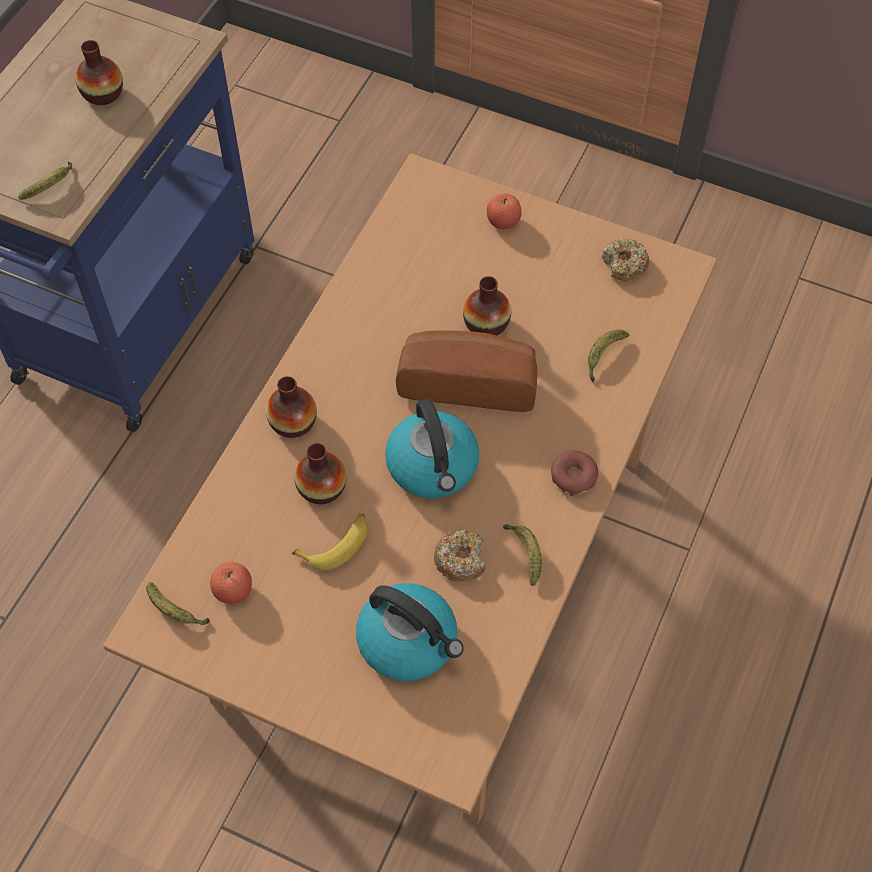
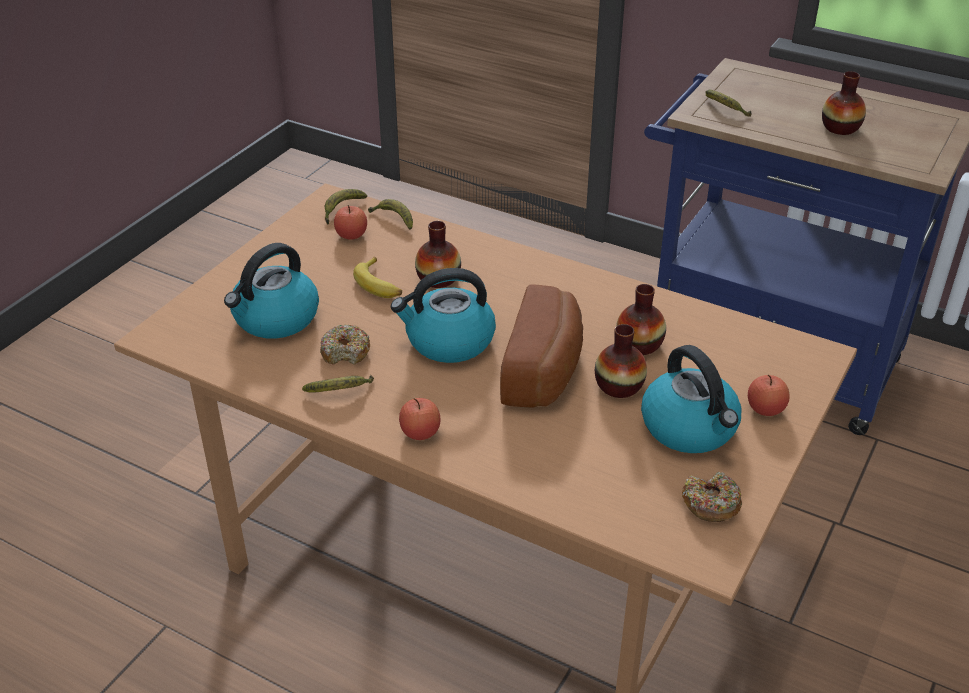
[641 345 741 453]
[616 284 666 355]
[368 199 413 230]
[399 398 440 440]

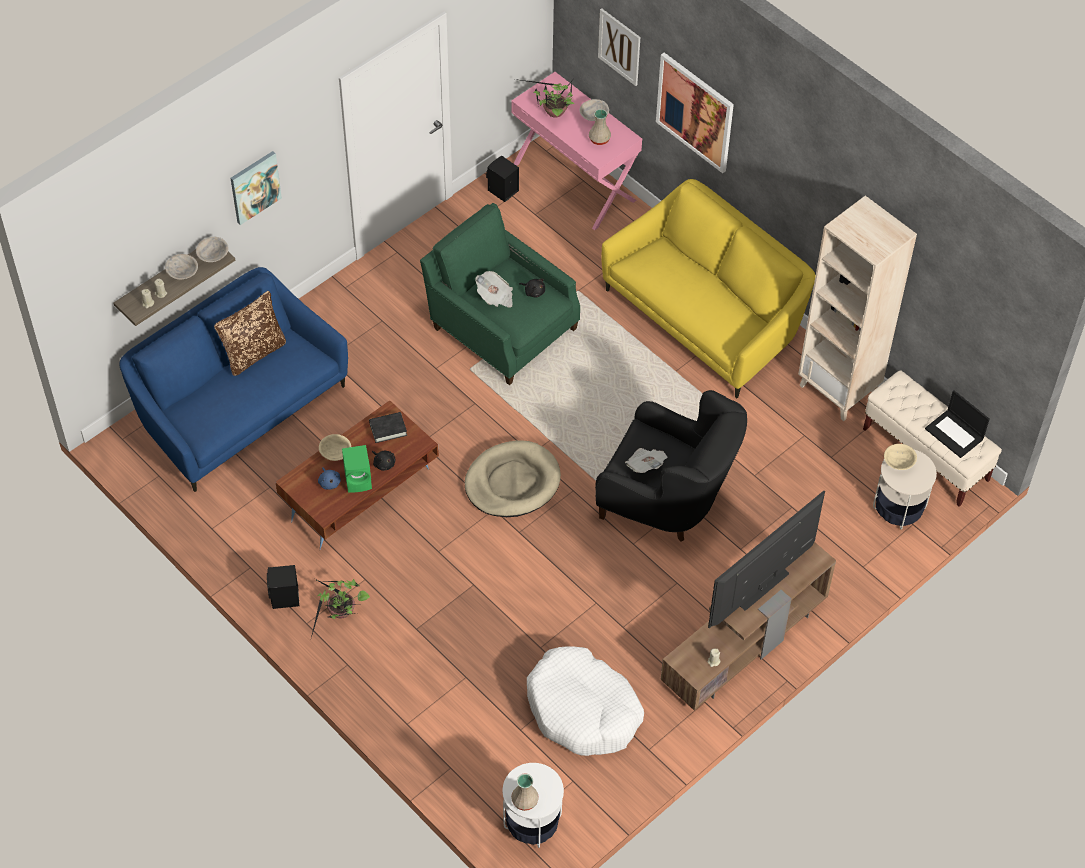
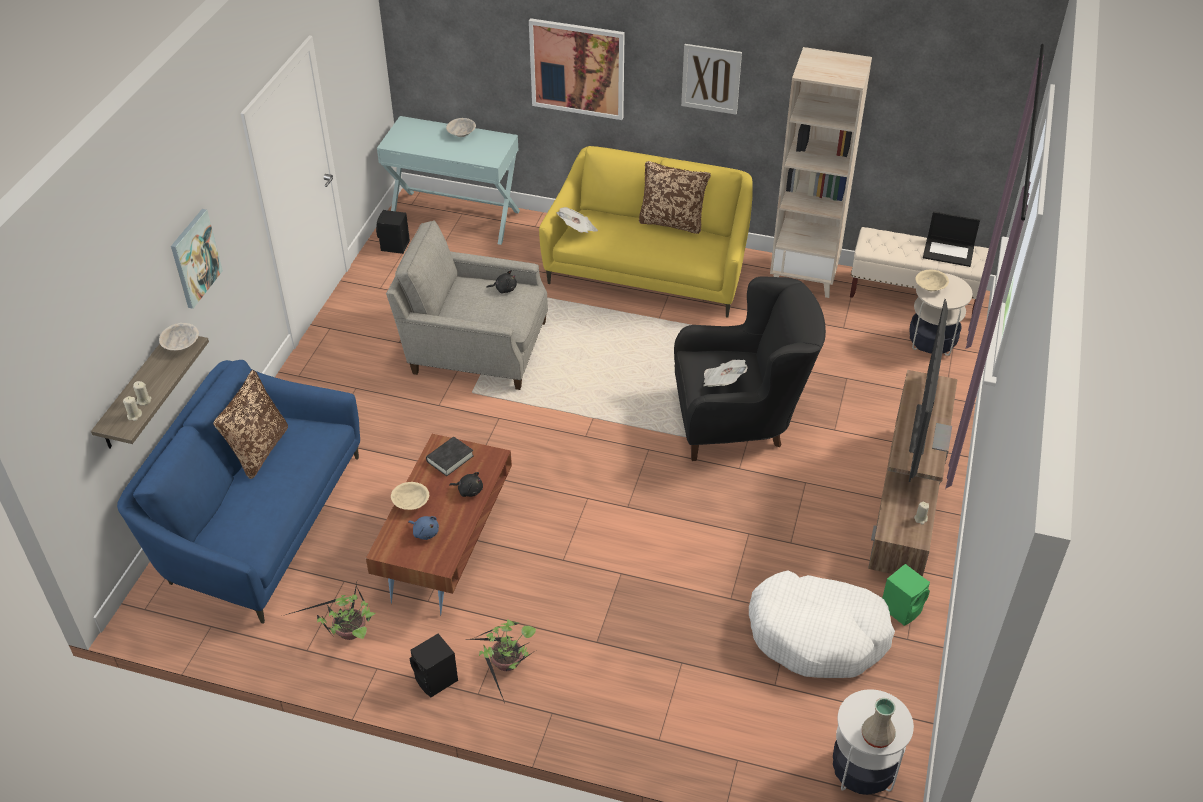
[165 254 198 279] (first image)
[465 440 561 517] (first image)
[589 109 611 145] (first image)
[639 161 711 234]
[882 564 930 626]
[556 207 598 233]
[286 583 376 640]
[681 44 742 115]
[386 220 548 390]
[377 116 520 245]

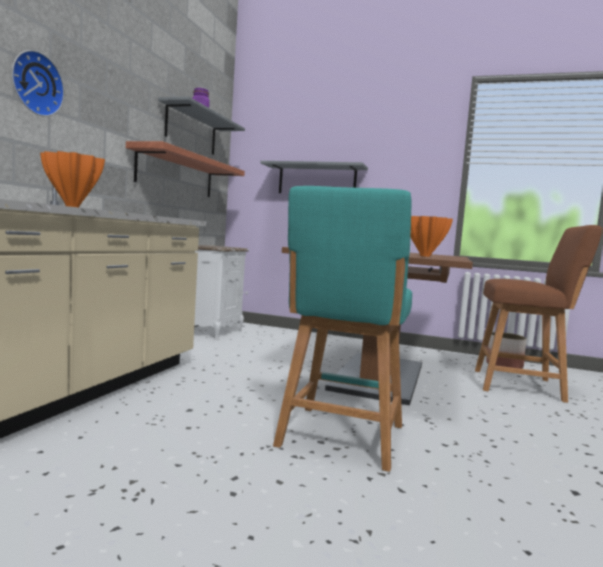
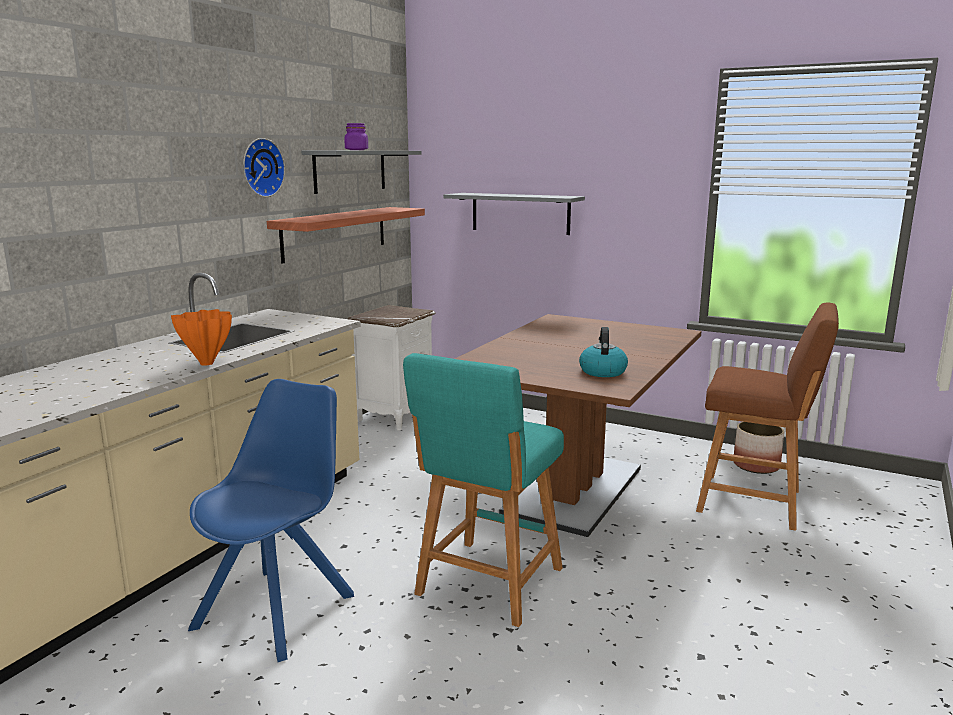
[188 379 354 662]
[243 138 285 197]
[579 327 628 377]

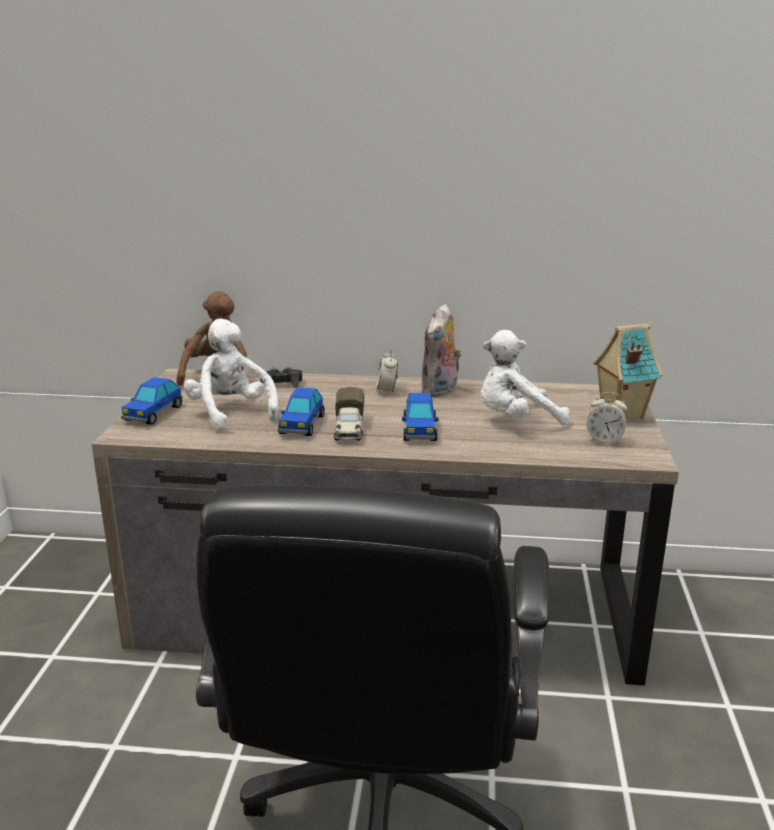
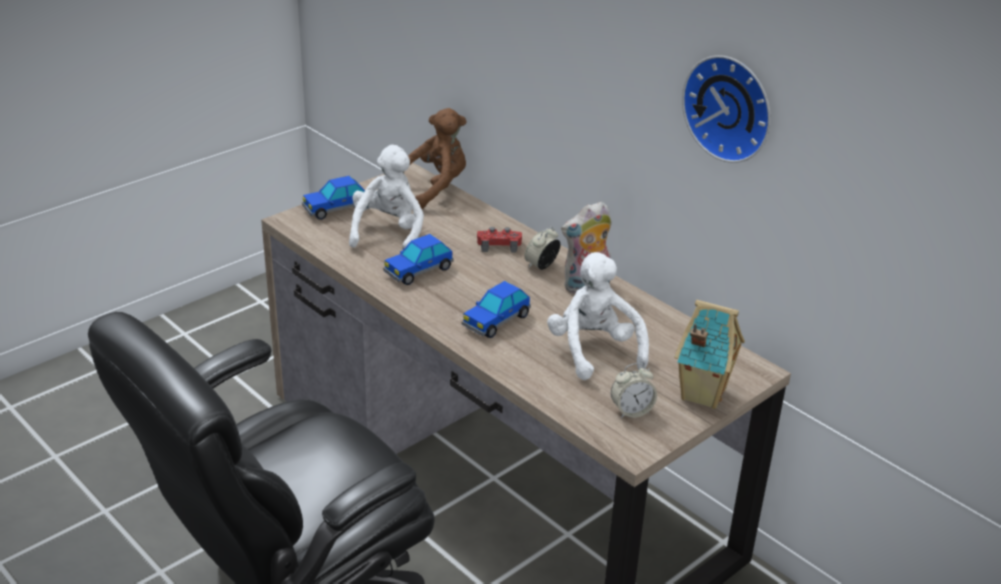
[260 367 302 388] (first image)
[334 387 364 441] (first image)
[477 227 522 252]
[682 55 771 163]
[547 252 649 380]
[611 363 657 418]

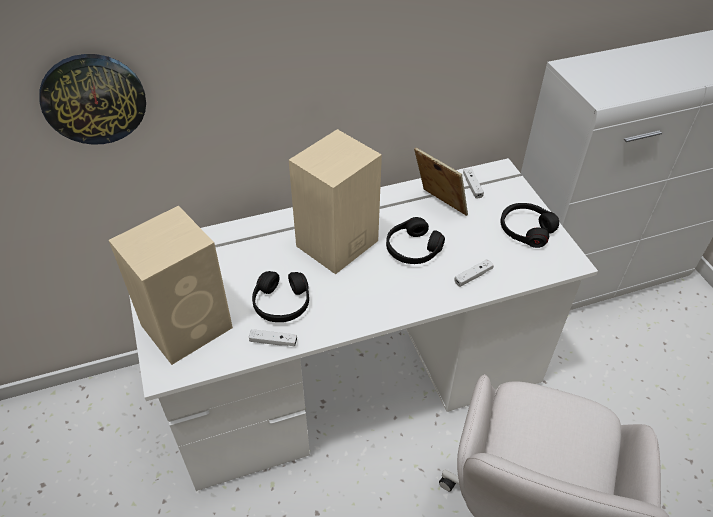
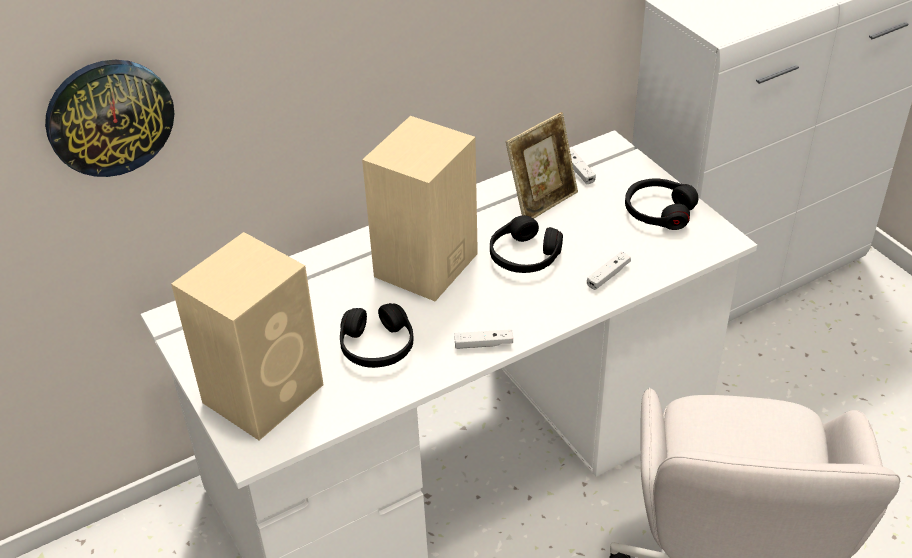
[454 329 513 349]
[506 112 578 219]

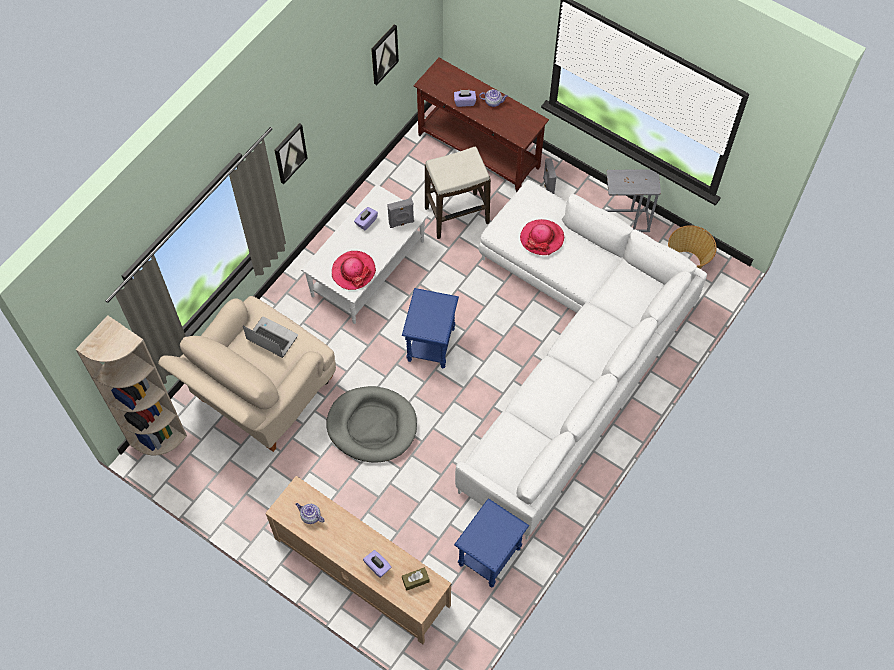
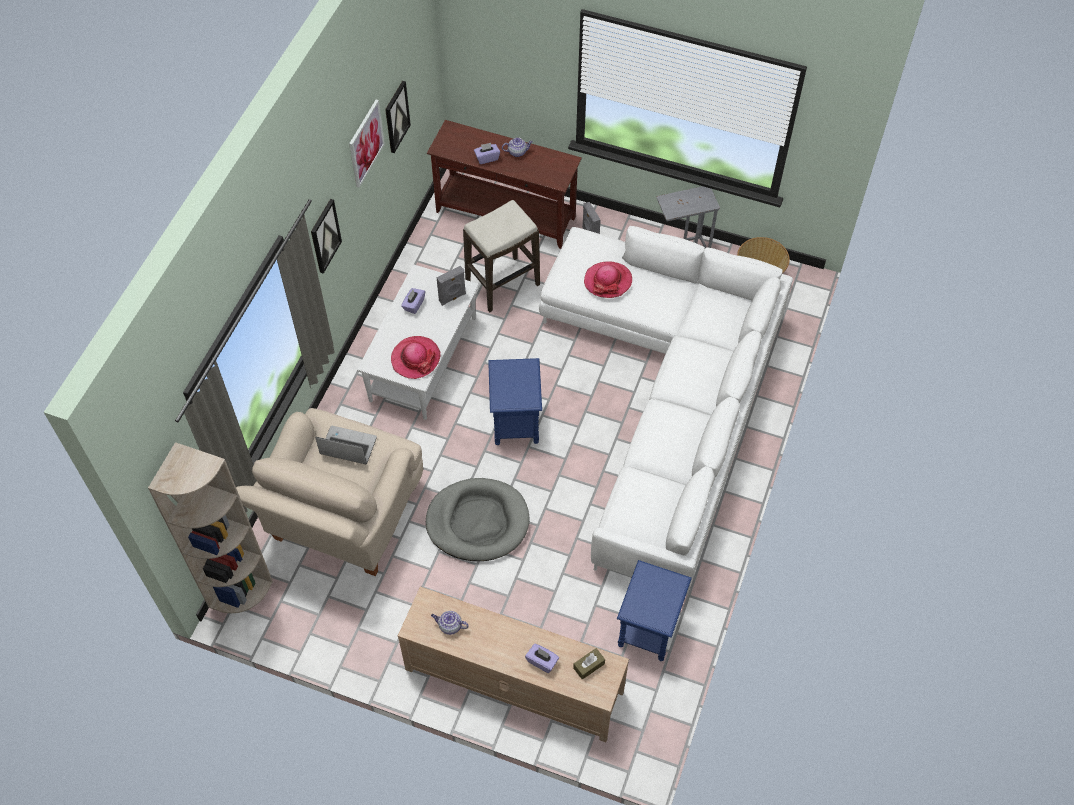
[349 100 385 188]

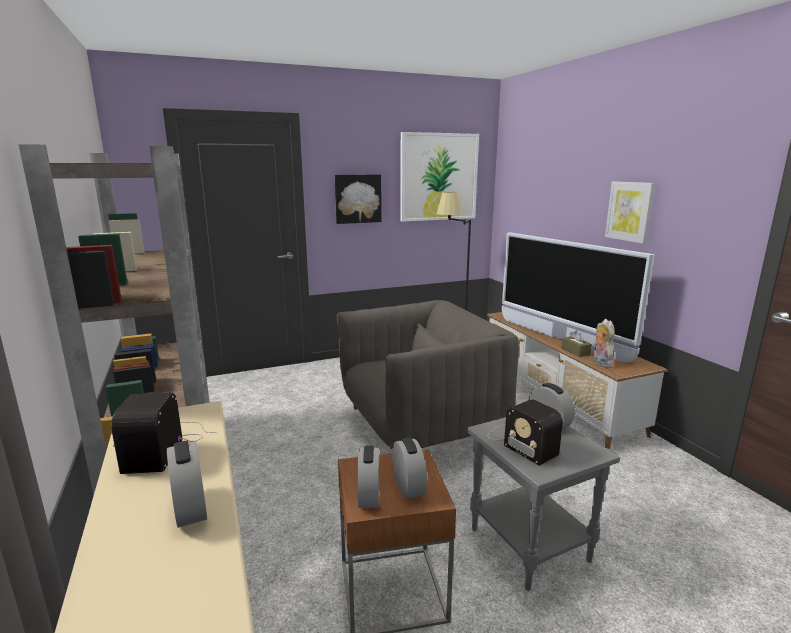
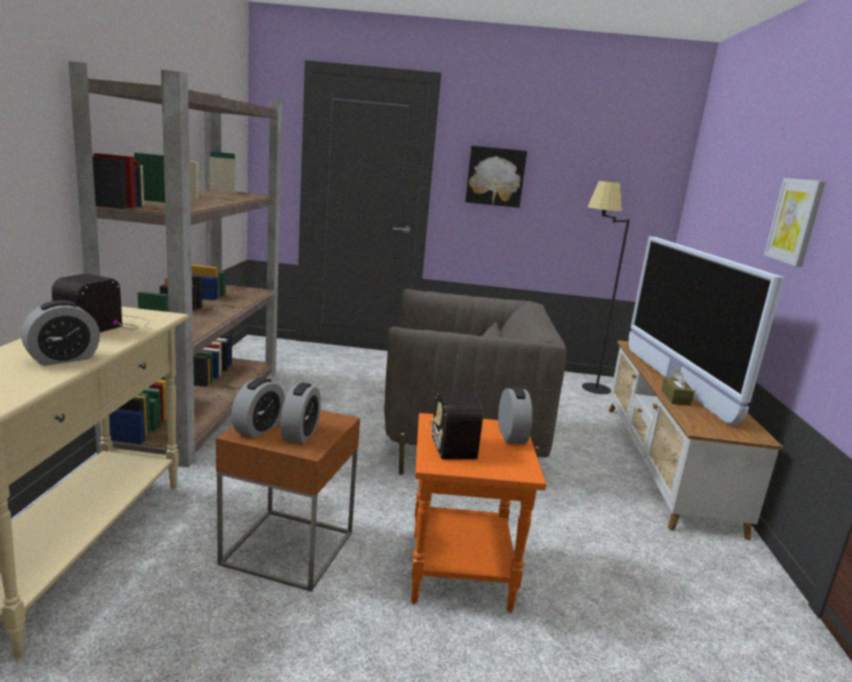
[400 132 479 222] (first image)
[594 319 615 368] (first image)
[411 413 546 612]
[21 300 100 366]

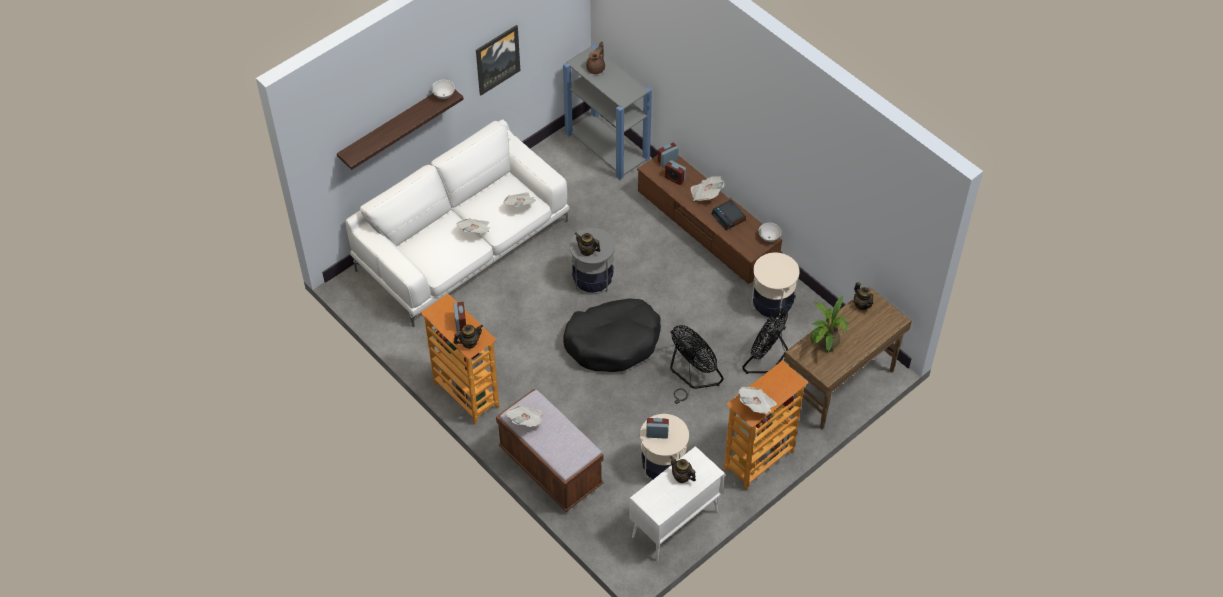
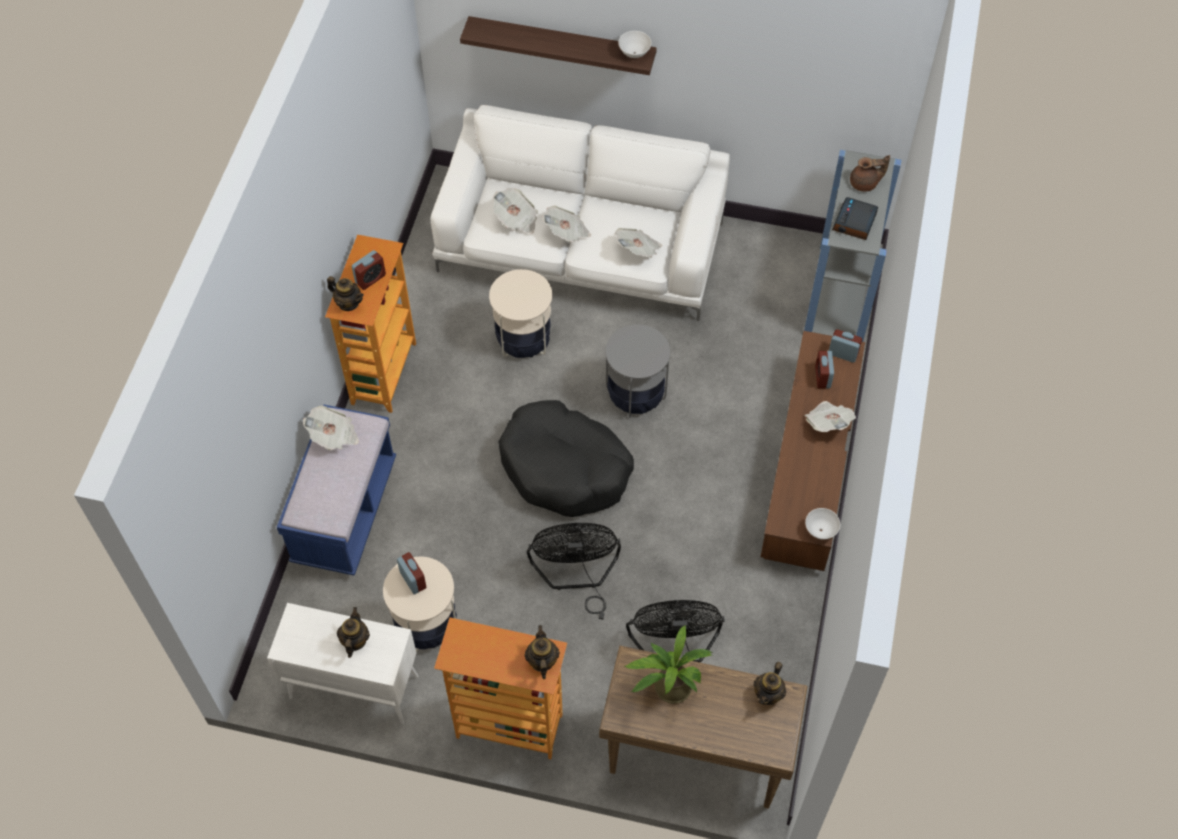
[476 25 520 95] (first image)
[525 625 560 679]
[832 197 878 240]
[493 188 538 234]
[489 269 552 358]
[277 404 396 576]
[527 523 621 621]

